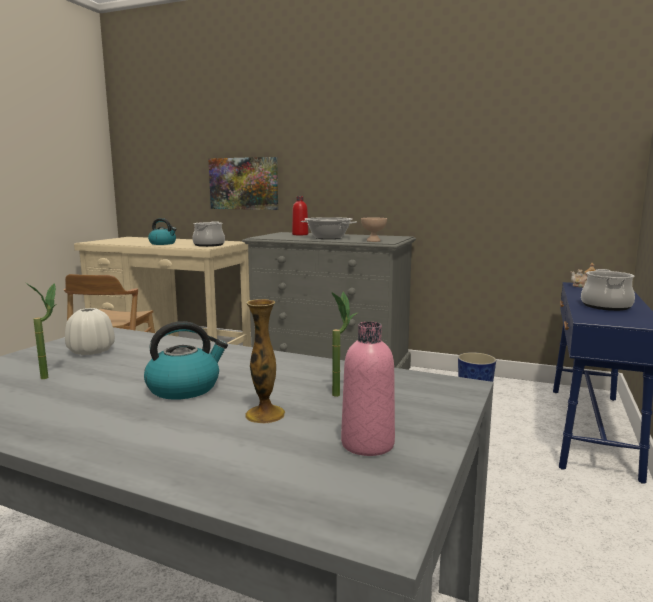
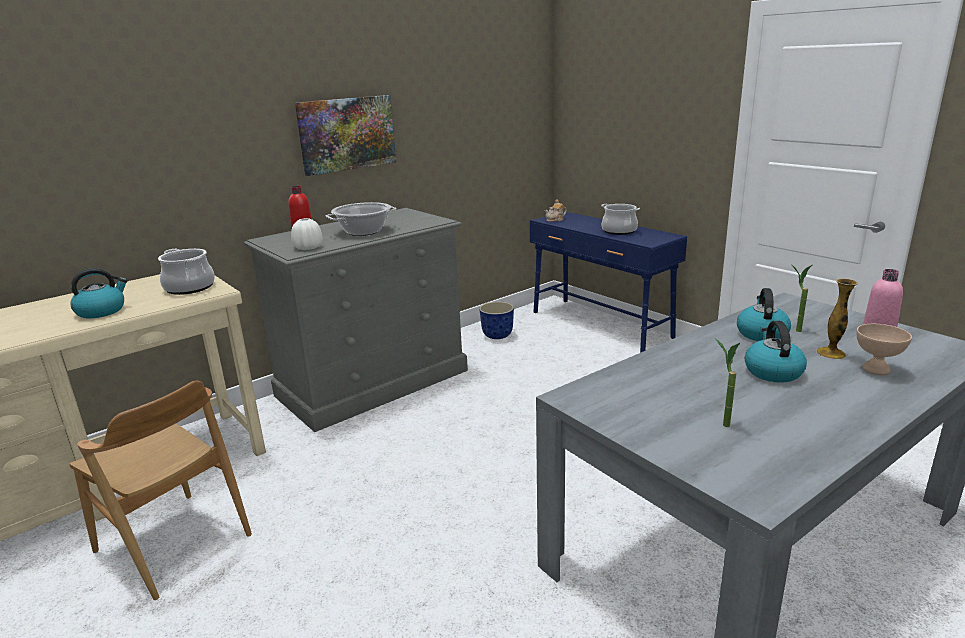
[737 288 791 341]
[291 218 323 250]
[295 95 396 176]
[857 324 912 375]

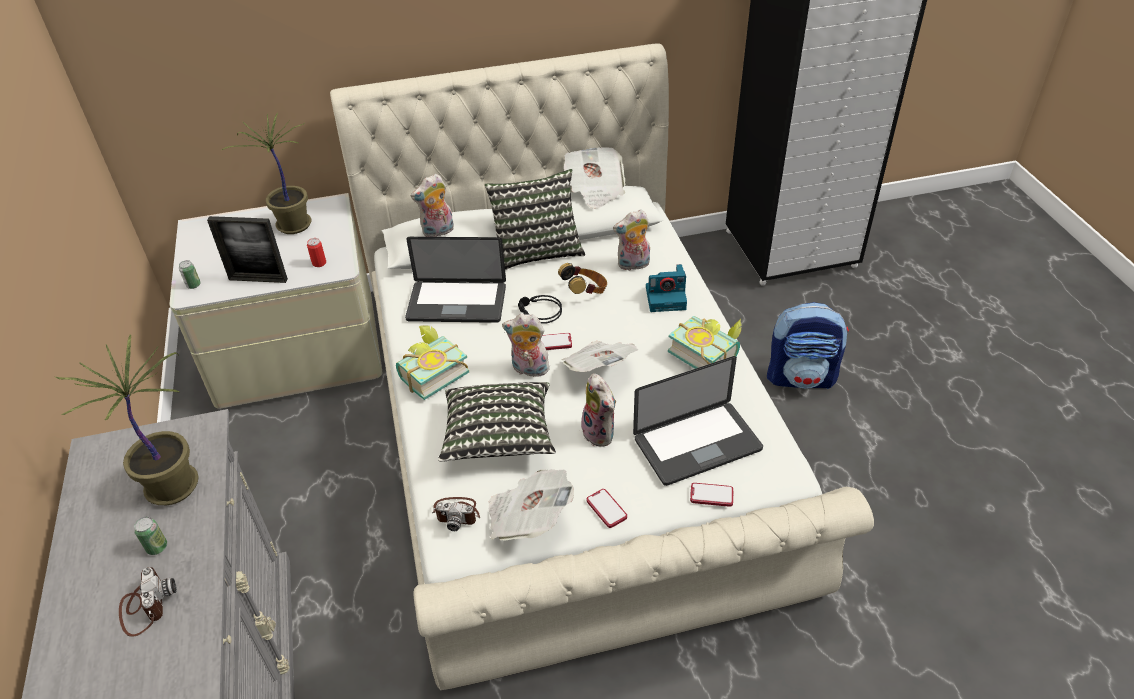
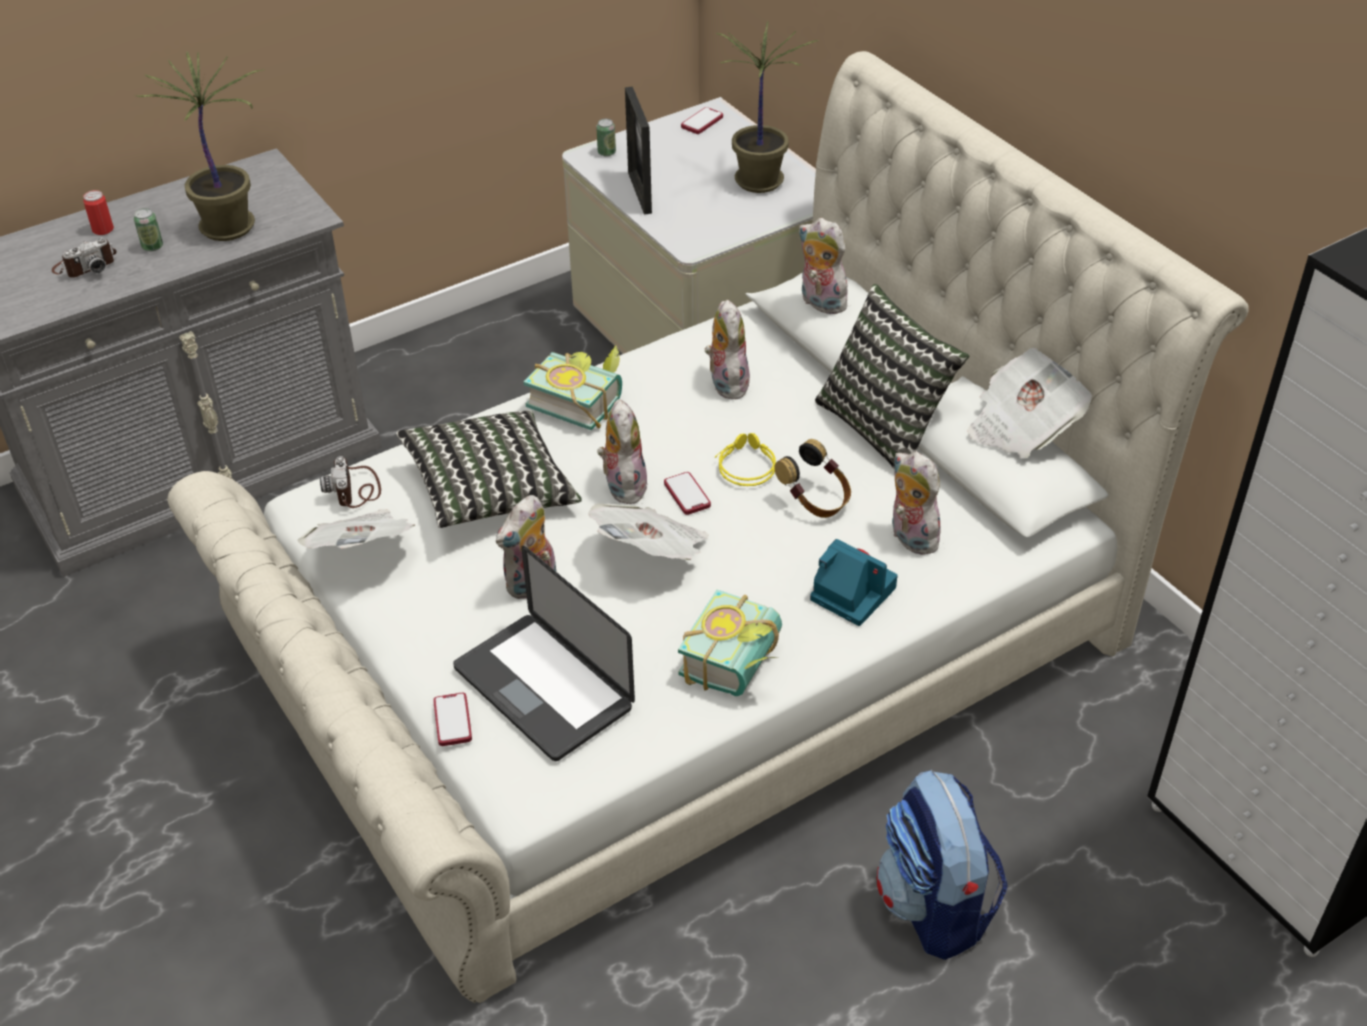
[83 190 114 235]
[681 107 723 134]
[705 300 750 400]
[715 433 776 486]
[810 539 898 626]

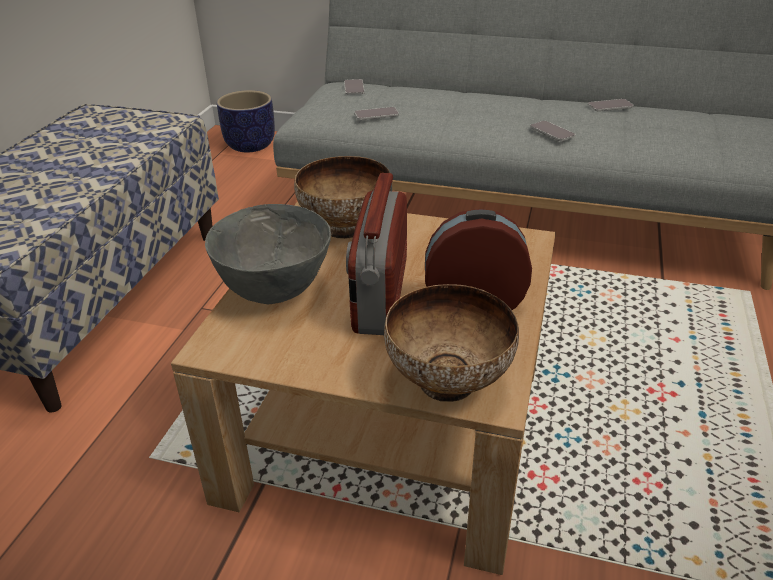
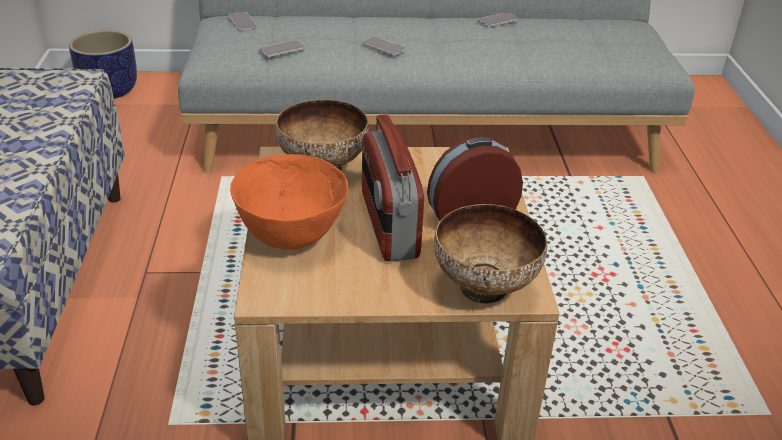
[362 37 406 55]
[230 154 348 250]

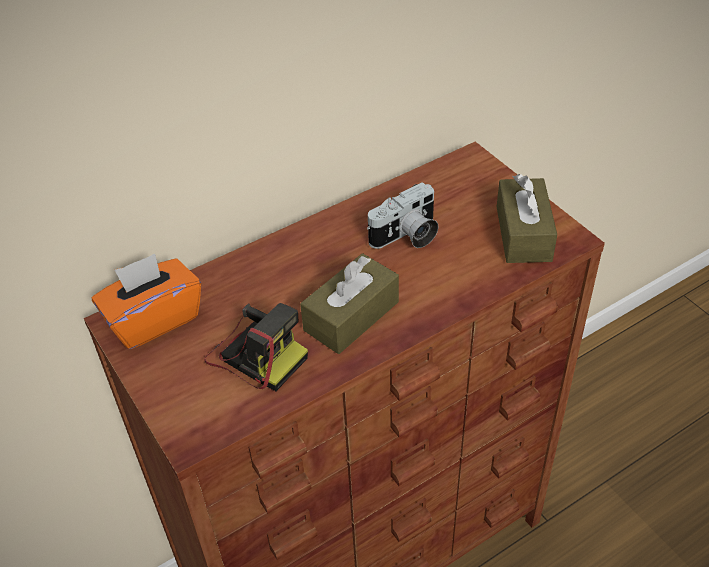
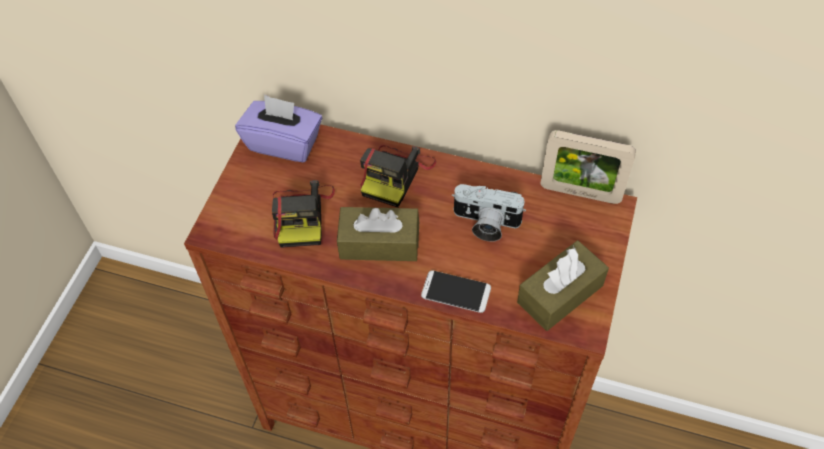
[360 145 436 208]
[421 270 491 313]
[541 130 636 204]
[235 95 322 162]

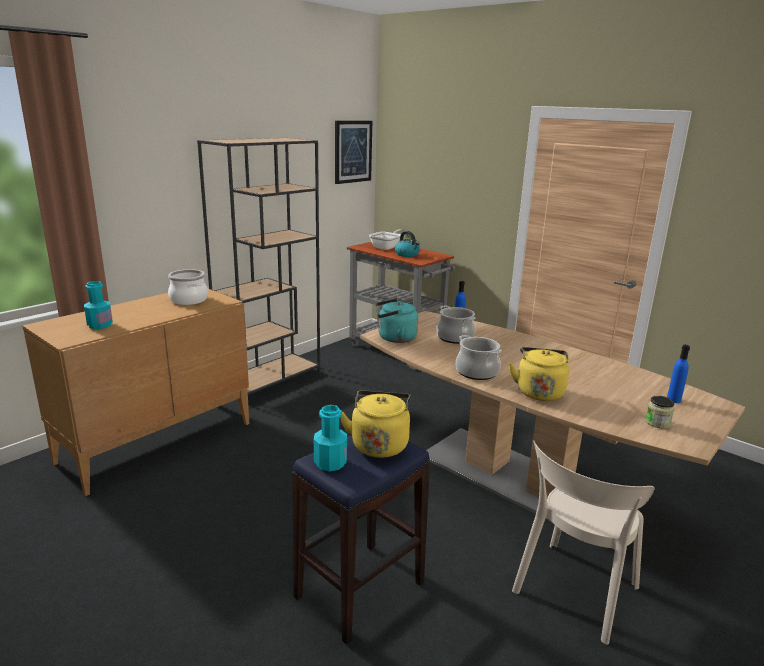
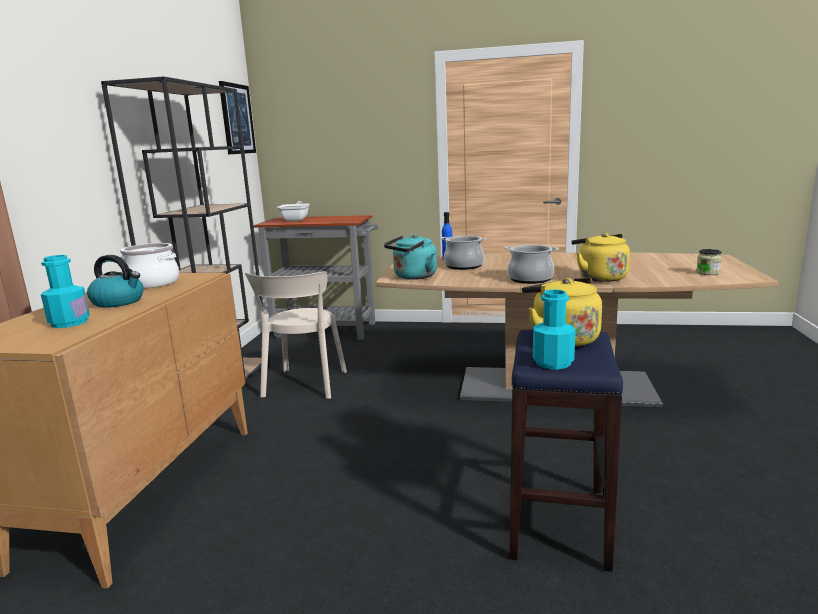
[667 345 690 403] (first image)
[87 255 144 308]
[245 271 347 399]

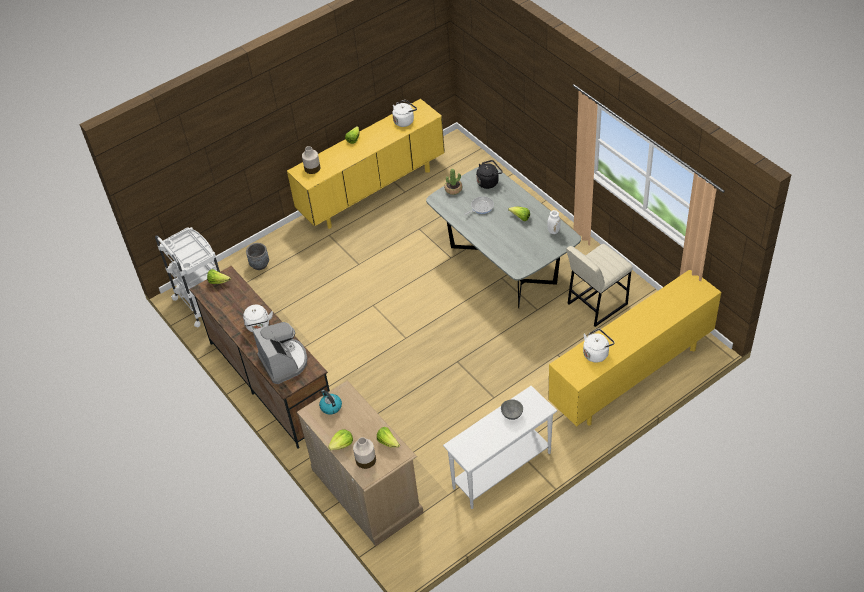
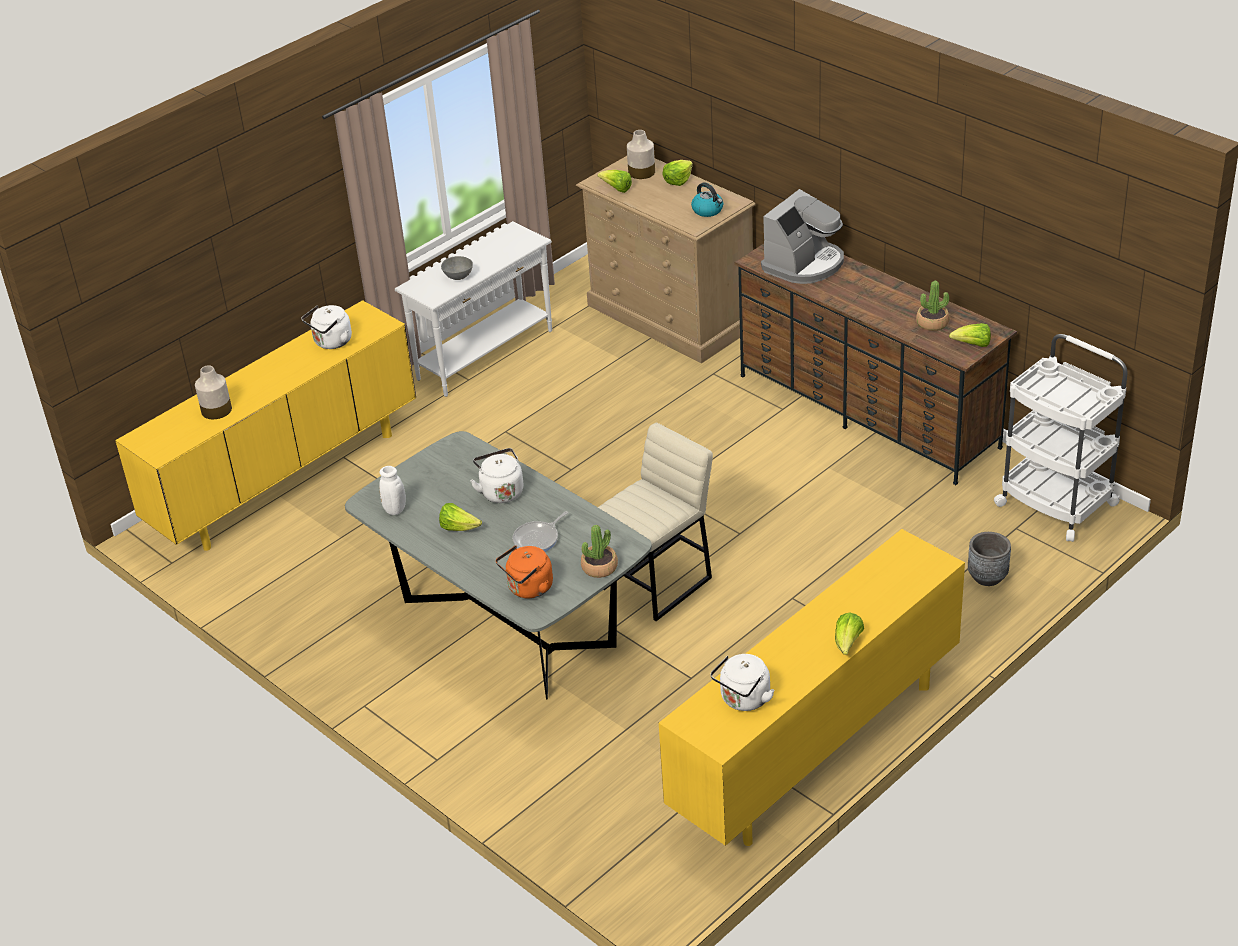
[916 281 949 331]
[470 448 523 503]
[195 365 232 419]
[598 423 713 621]
[496 545 553 599]
[761 189 844 284]

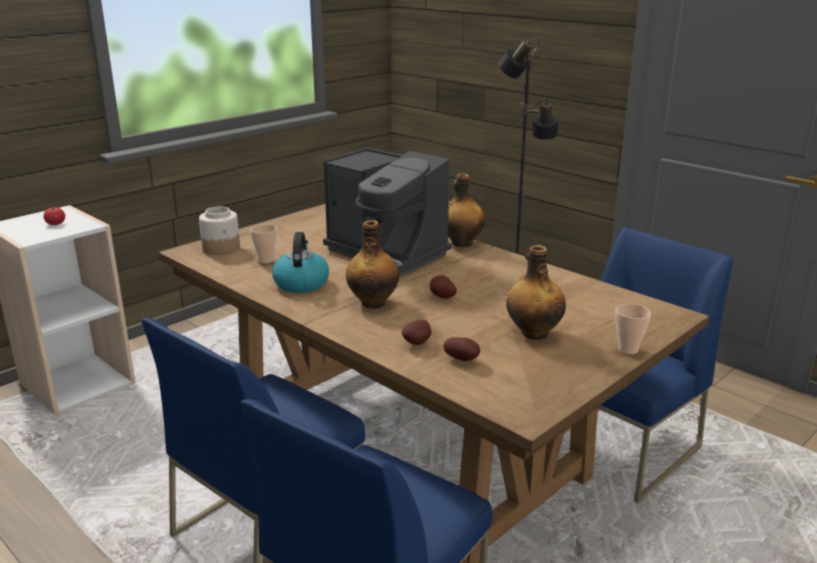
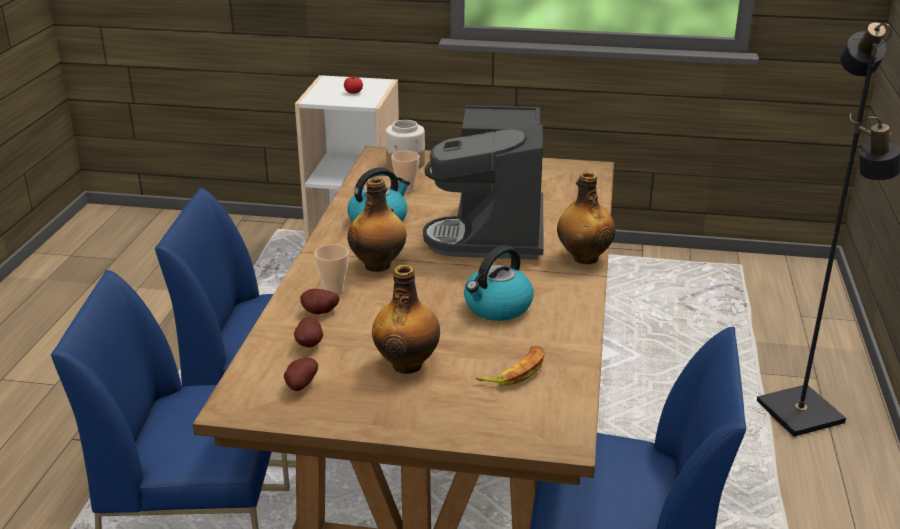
[464 245 534 321]
[475 345 545 386]
[284 357 318 391]
[315 244 349 295]

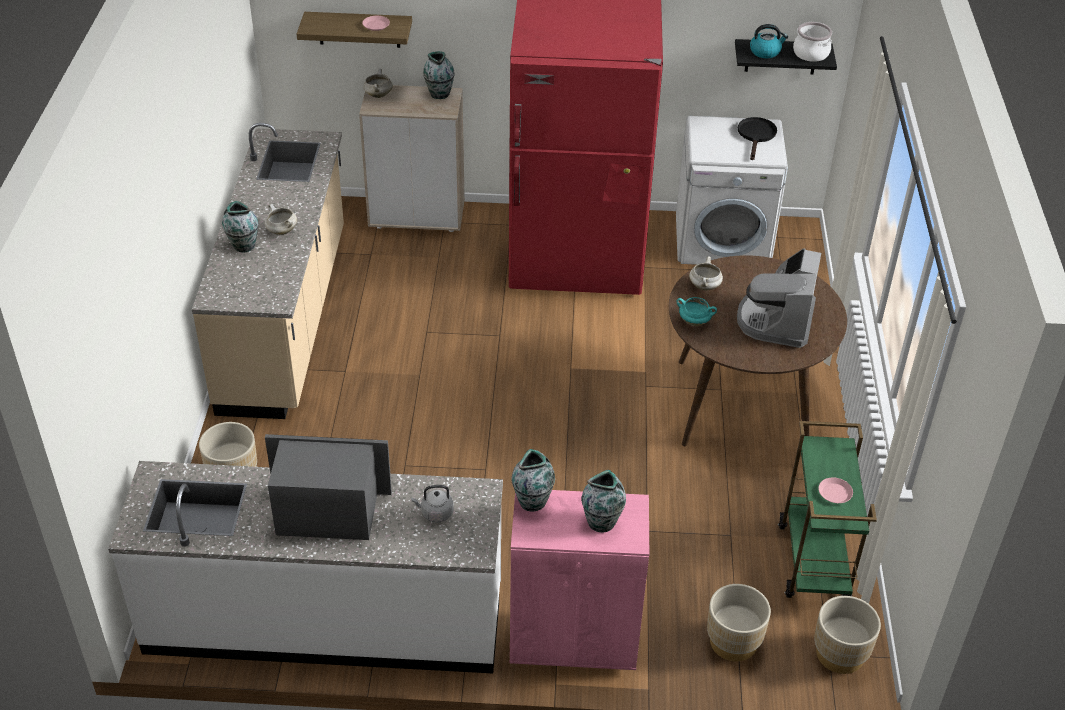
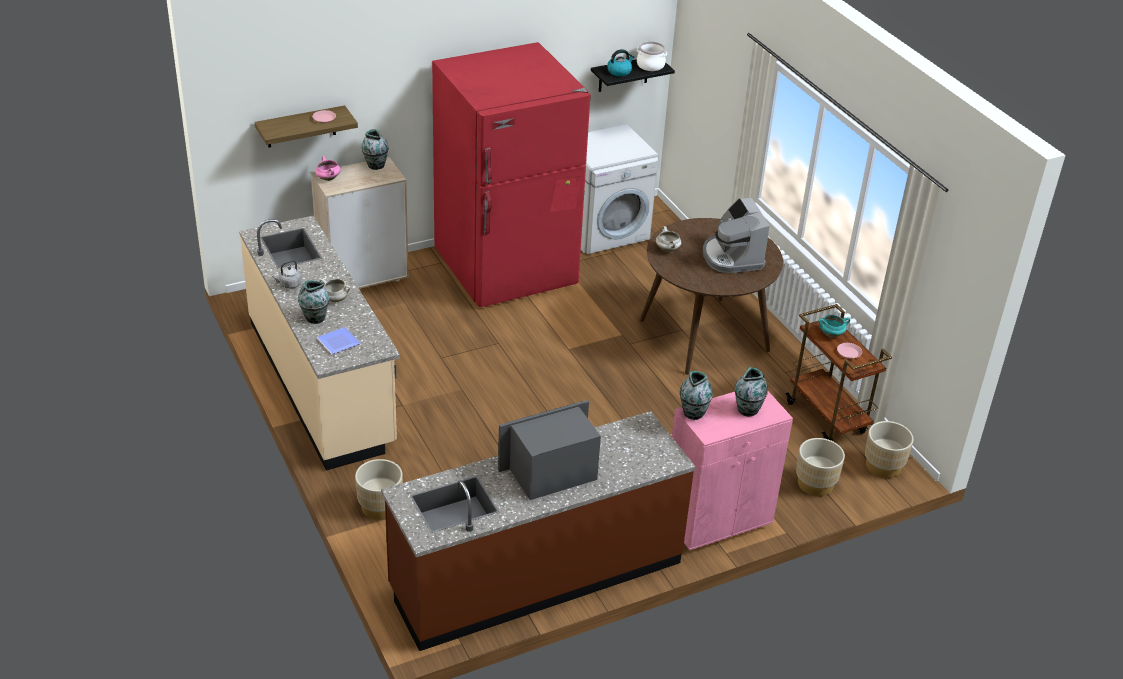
[738 117 777 160] (first image)
[316 327 361 354]
[272 260 302 289]
[818 315 850 337]
[381 411 696 651]
[315 156 341 181]
[785 304 892 441]

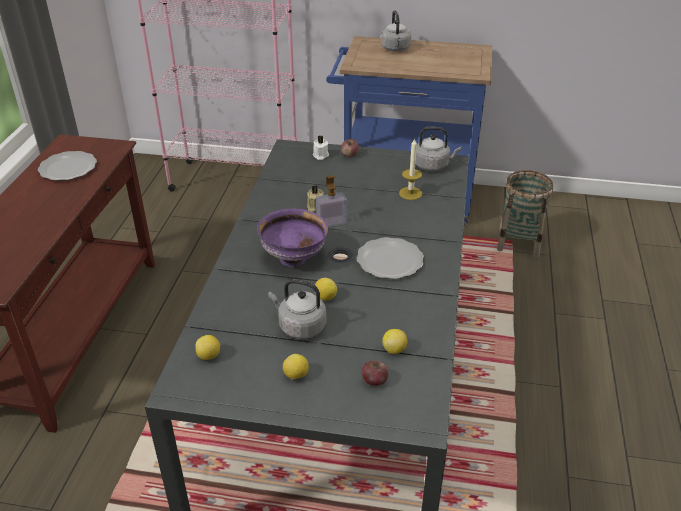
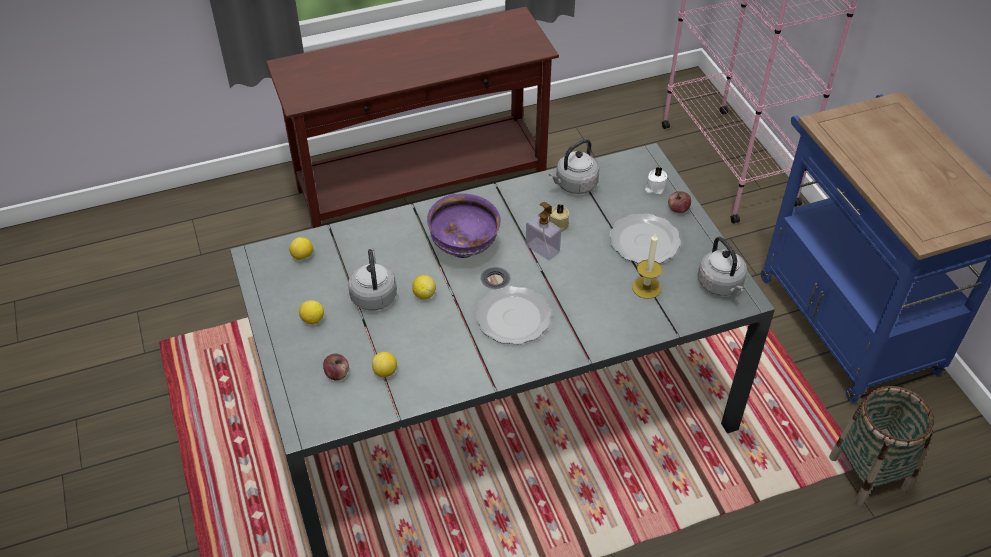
[609 213 681 264]
[549 139 600 194]

